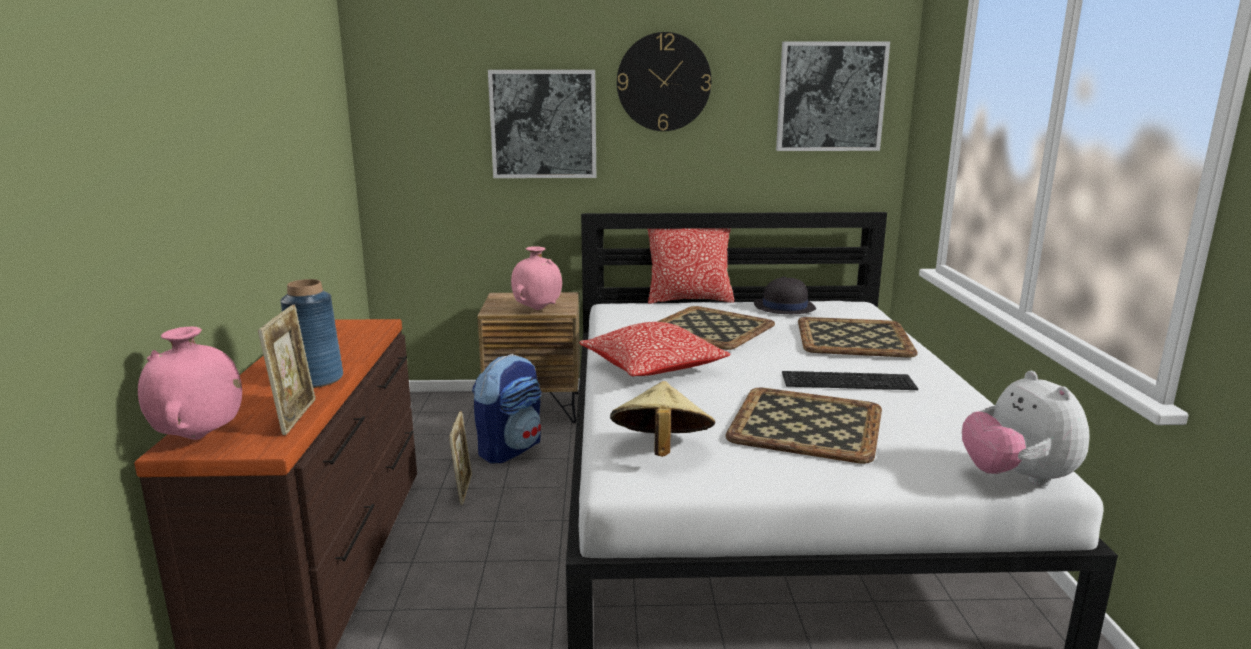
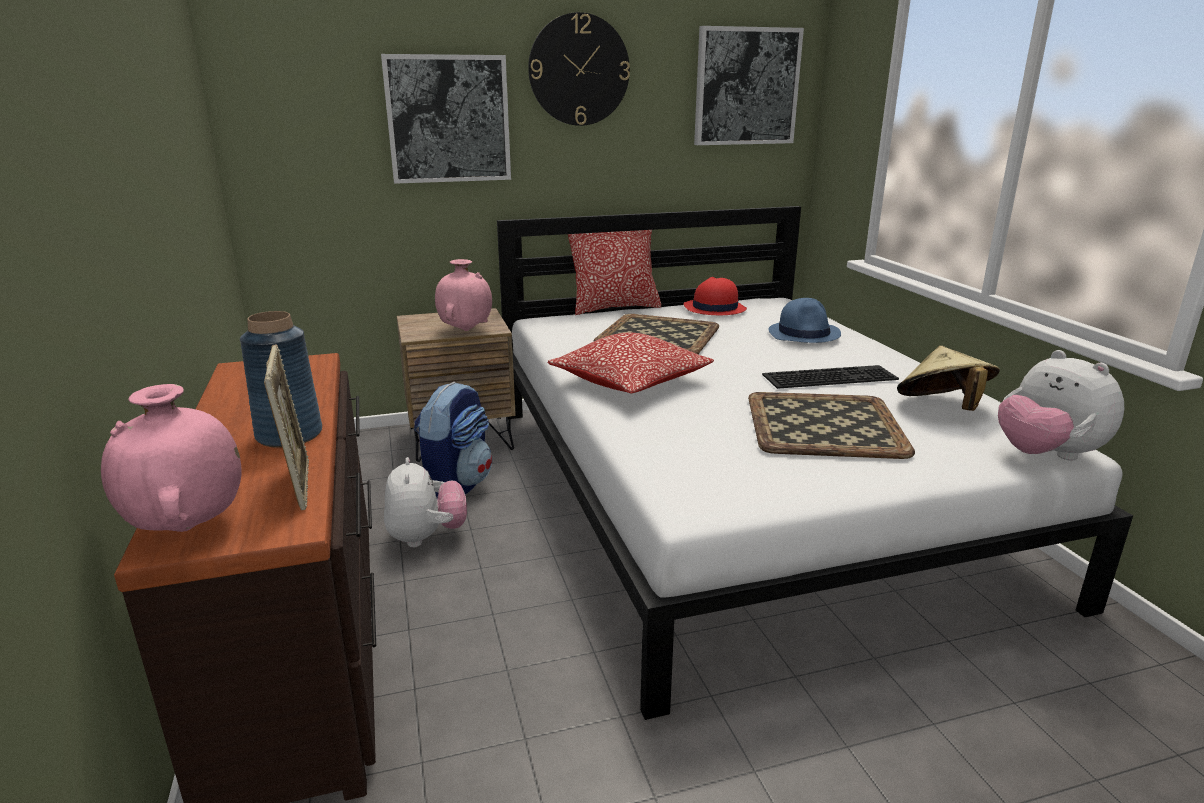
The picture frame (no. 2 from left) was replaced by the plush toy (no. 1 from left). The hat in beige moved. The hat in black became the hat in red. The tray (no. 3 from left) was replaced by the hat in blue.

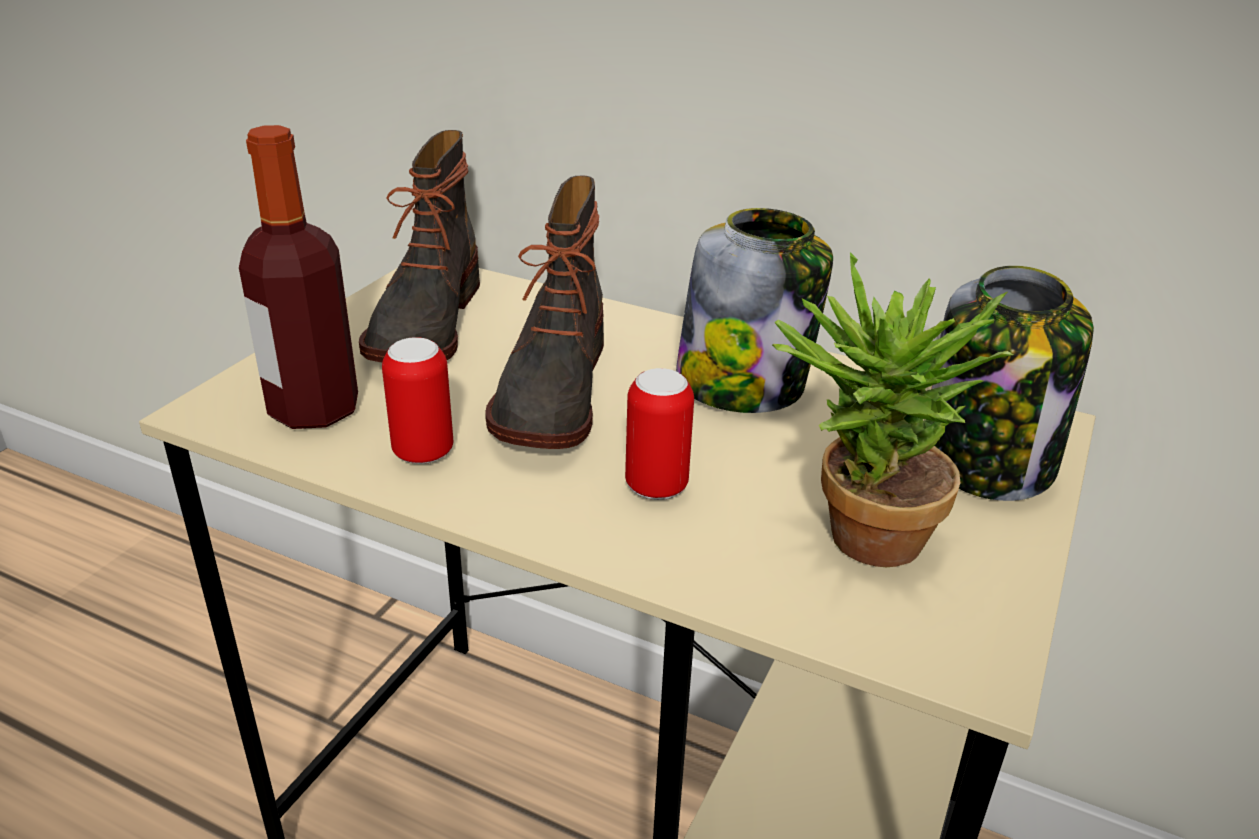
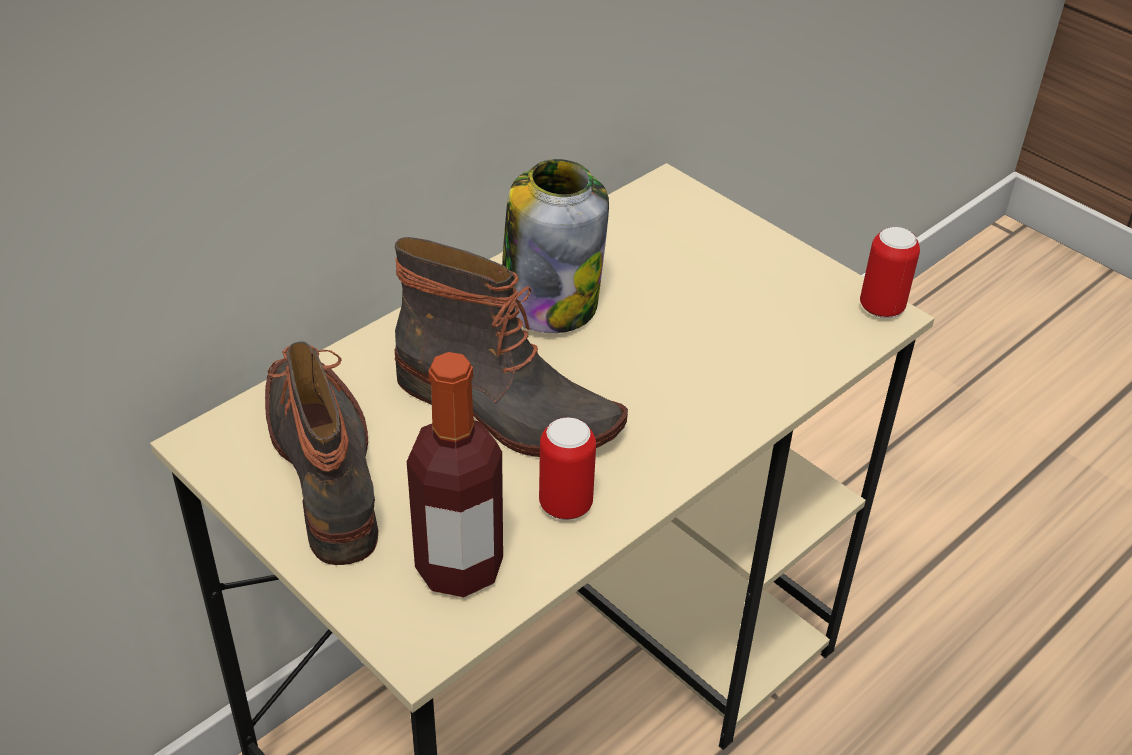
The boot (no. 1 from left) turned 135 degrees counterclockwise. The can (no. 2 from left) moved. The potted plant disappeared. The jar (no. 2 from left) disappeared.

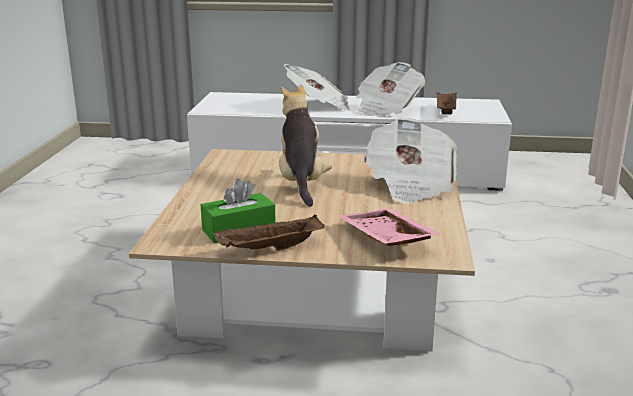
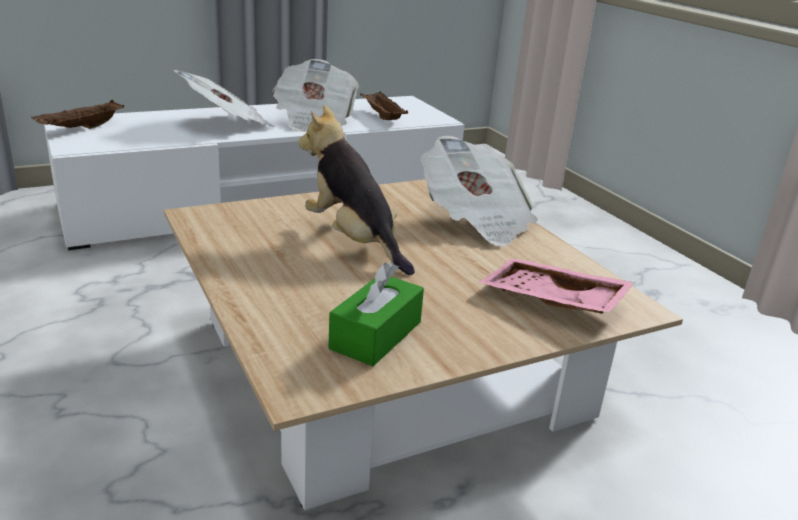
The tray in brown (no. 1 from left) moved.

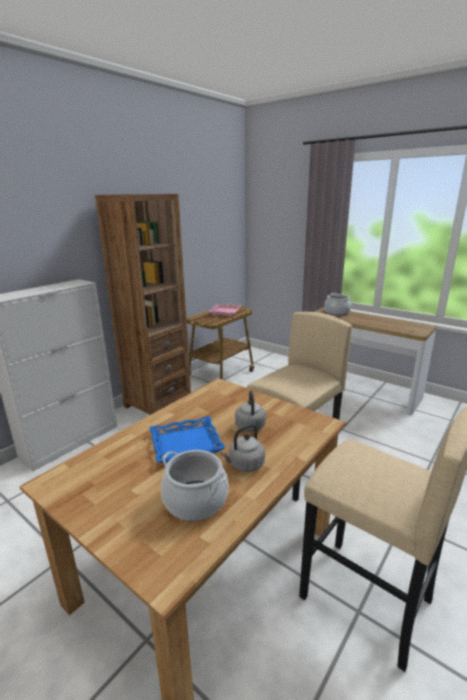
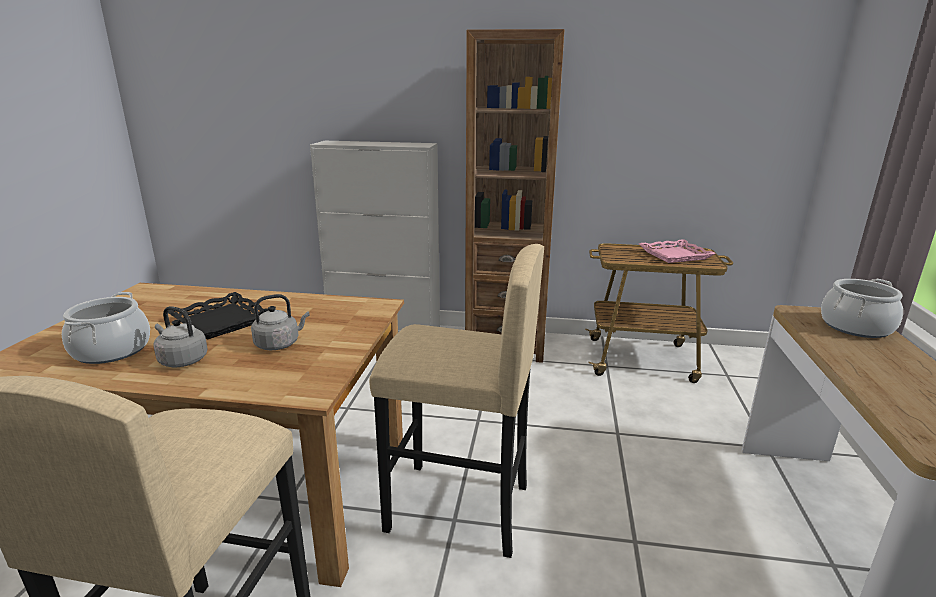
The tray in blue became the tray in black.

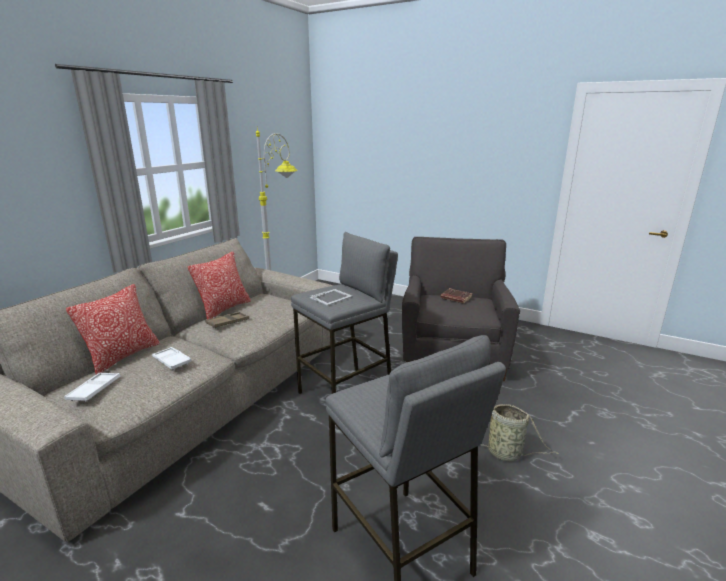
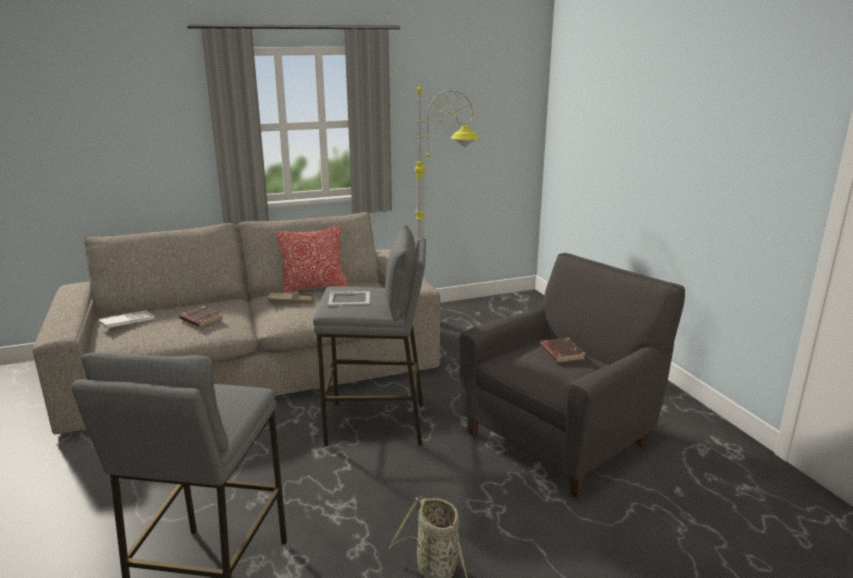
The pillow (no. 1 from left) disappeared. The tray in white (no. 2 from left) was replaced by the book in brown (no. 1 from left).

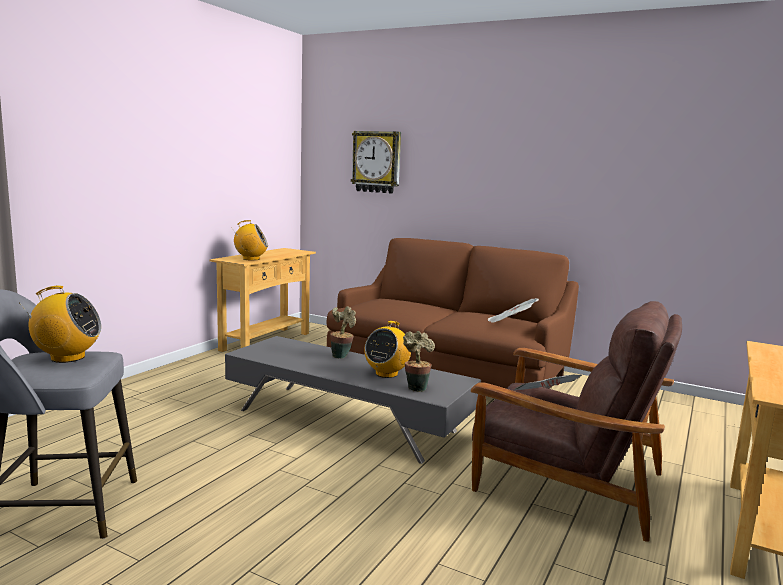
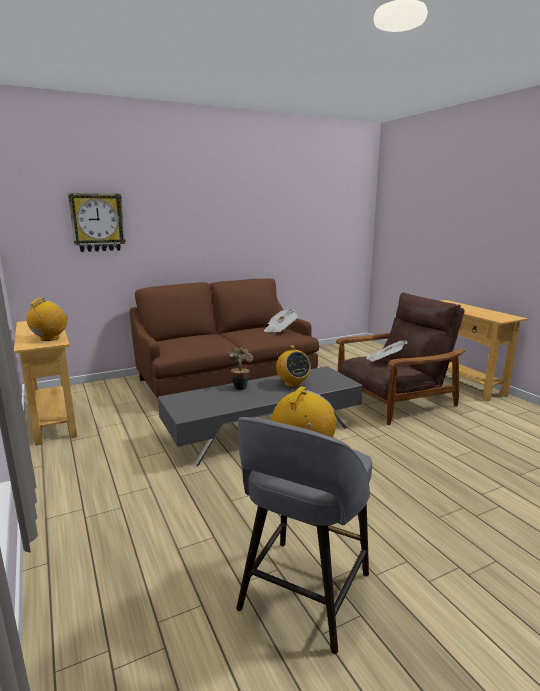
The potted plant (no. 2 from left) disappeared.

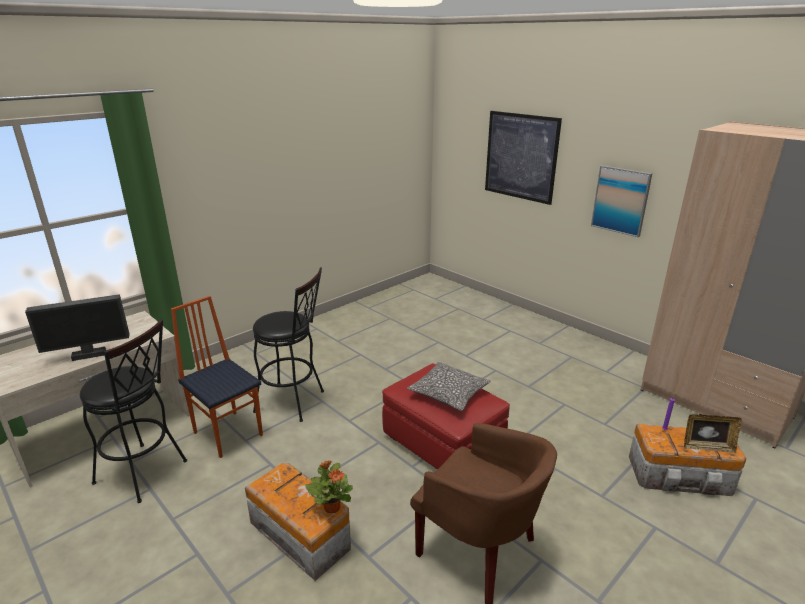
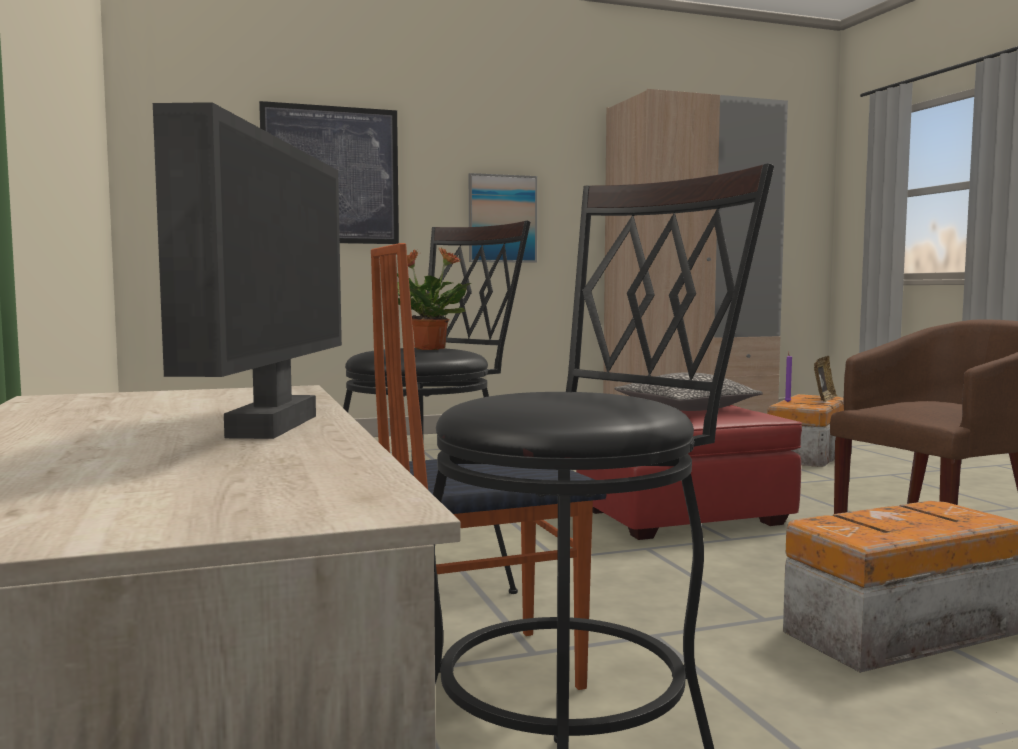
The potted plant moved.

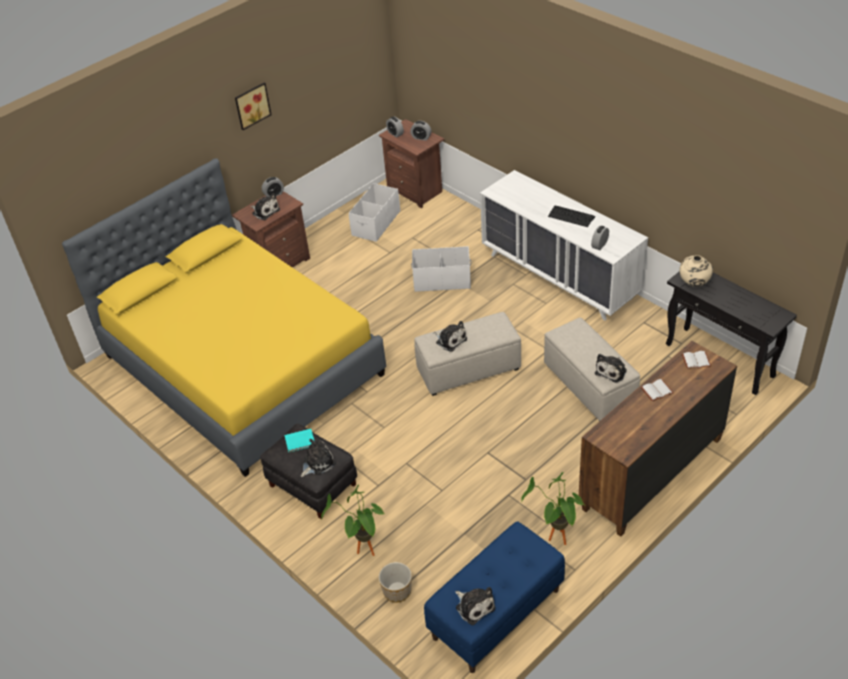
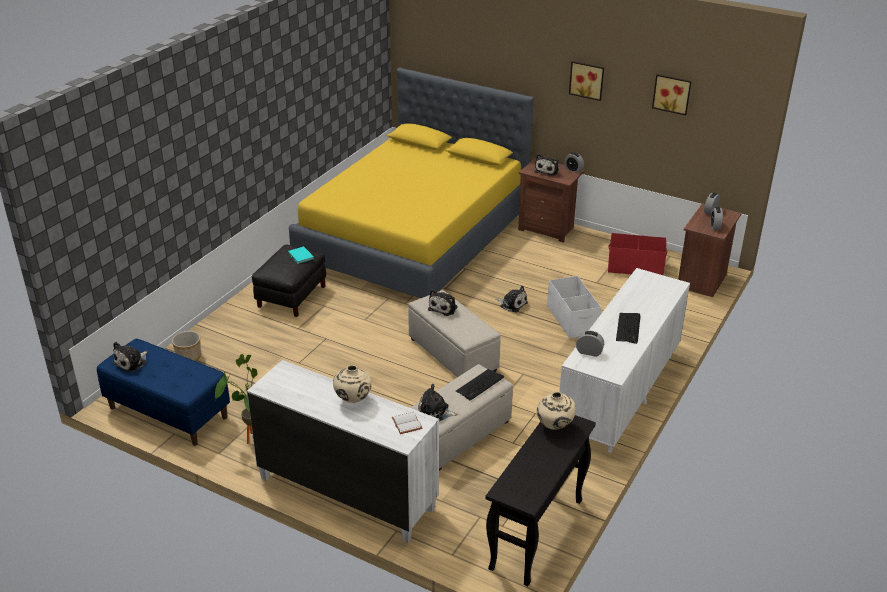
The plush toy (no. 2 from left in the first image) moved. The potted plant (no. 1 from left) disappeared. The storage box in white (no. 1 from left) became the storage box in red. The dresser in brown became the dresser in white (no. 1 from left). The book in white (no. 1 from left) was replaced by the vase in beige (no. 1 from left). The keyboard (no. 1 from left) appeared. The picture (no. 2 from left) appeared.

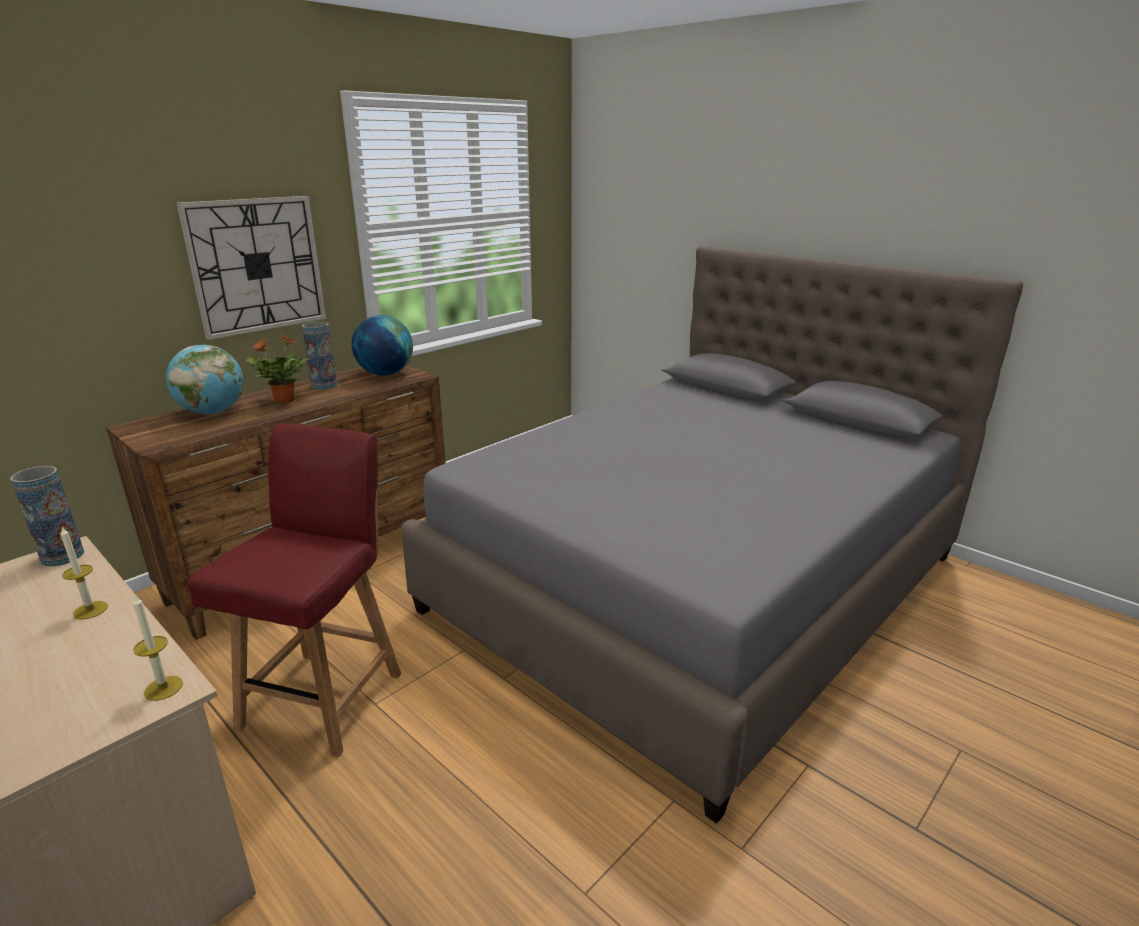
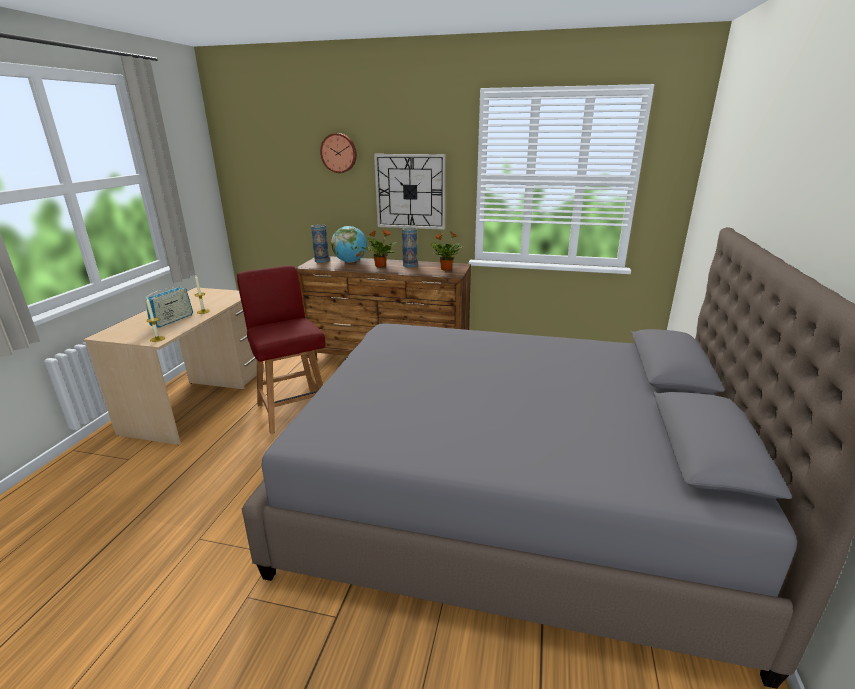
The vase (no. 1 from left) moved. The chair in red turned 105 degrees counterclockwise. The globe (no. 2 from left) was replaced by the potted plant (no. 2 from left). The radio appeared. The wall clock (no. 1 from left) appeared.

